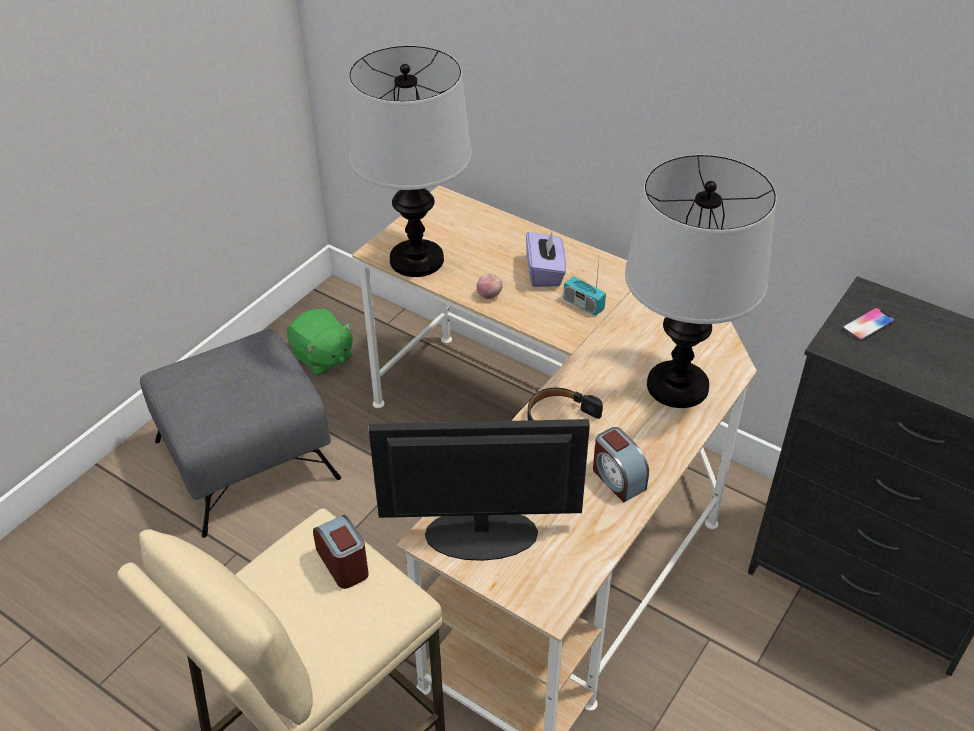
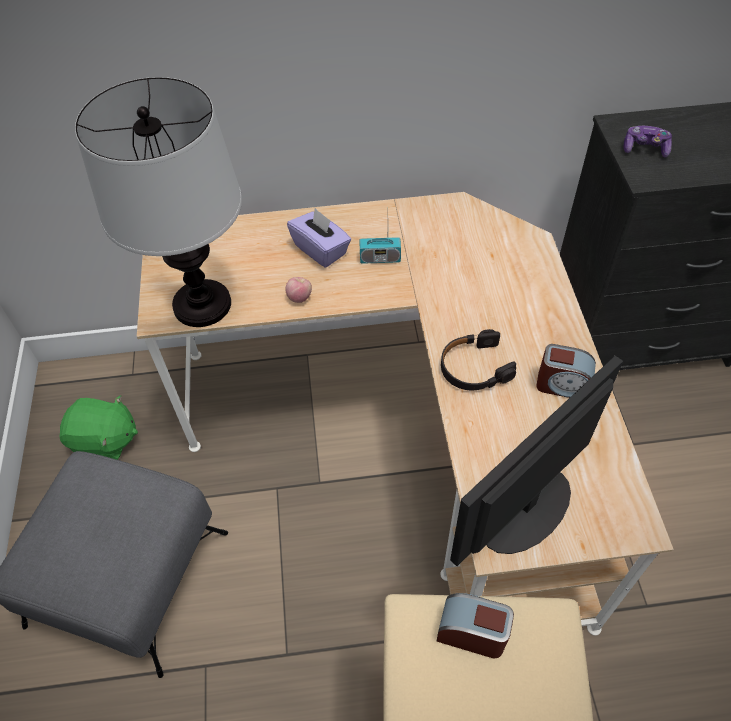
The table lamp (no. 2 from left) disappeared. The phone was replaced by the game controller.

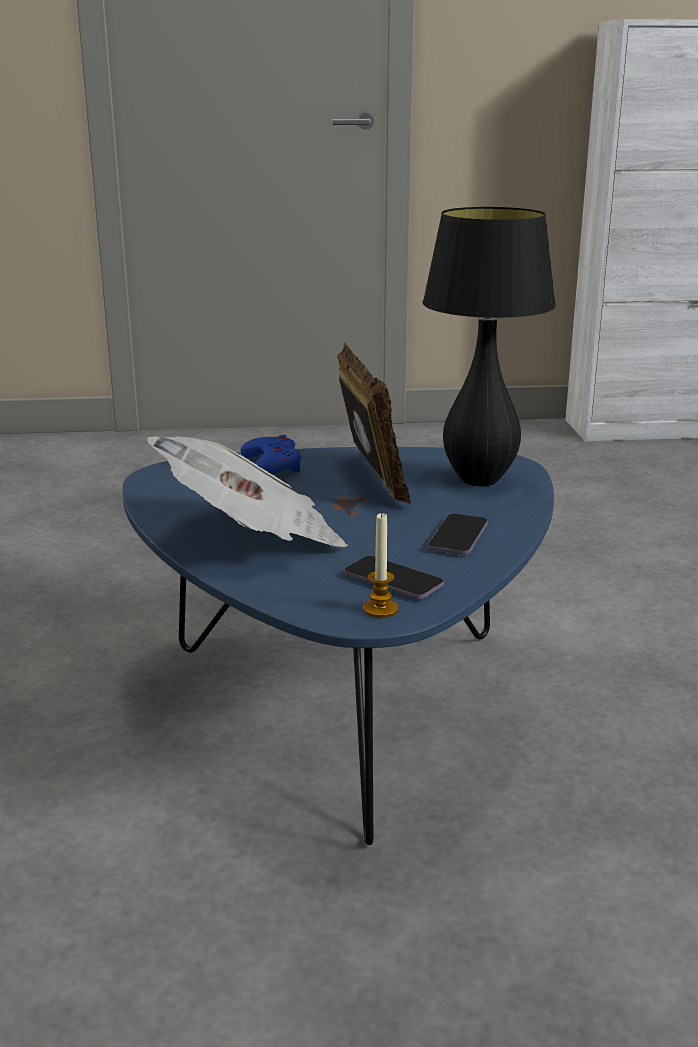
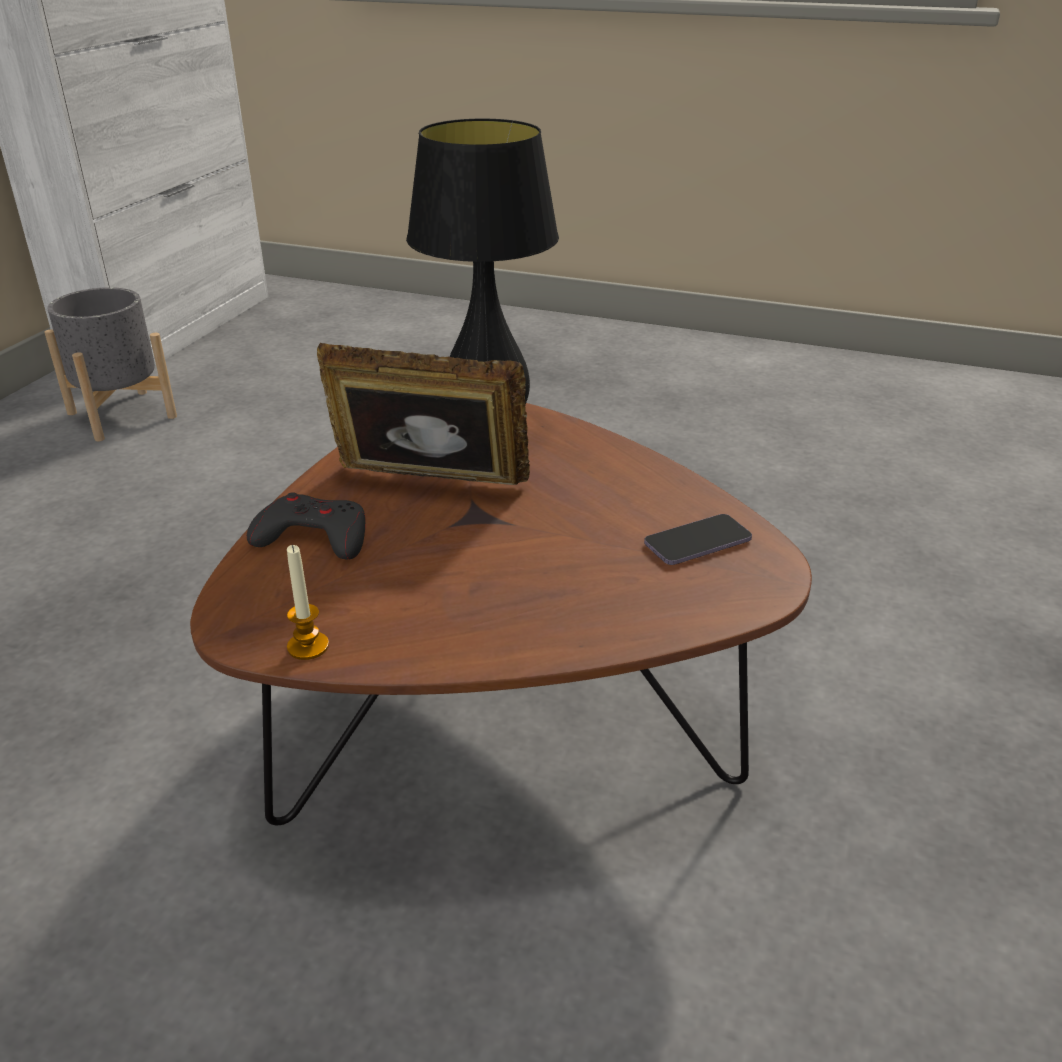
The coffee table in blue became the coffee table in brown. The newspaper disappeared. The game controller in blue became the game controller in grey. The candle moved. The phone (no. 2 from left) disappeared. The planter in grey appeared.

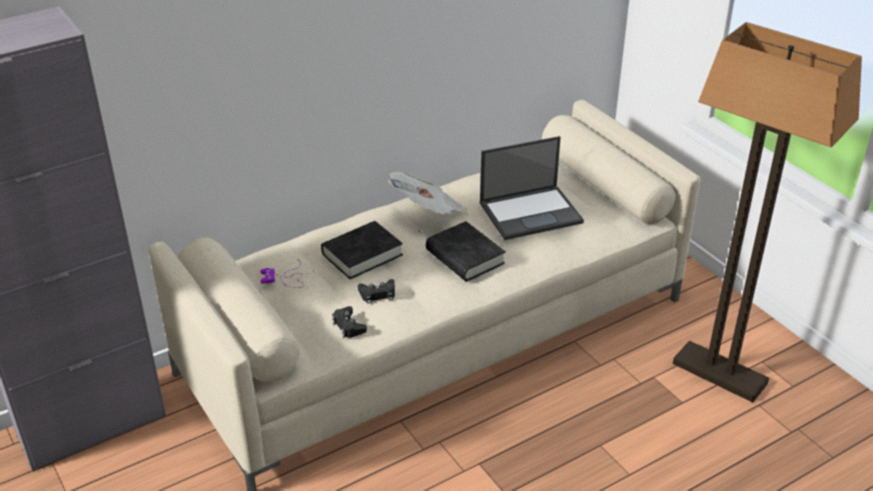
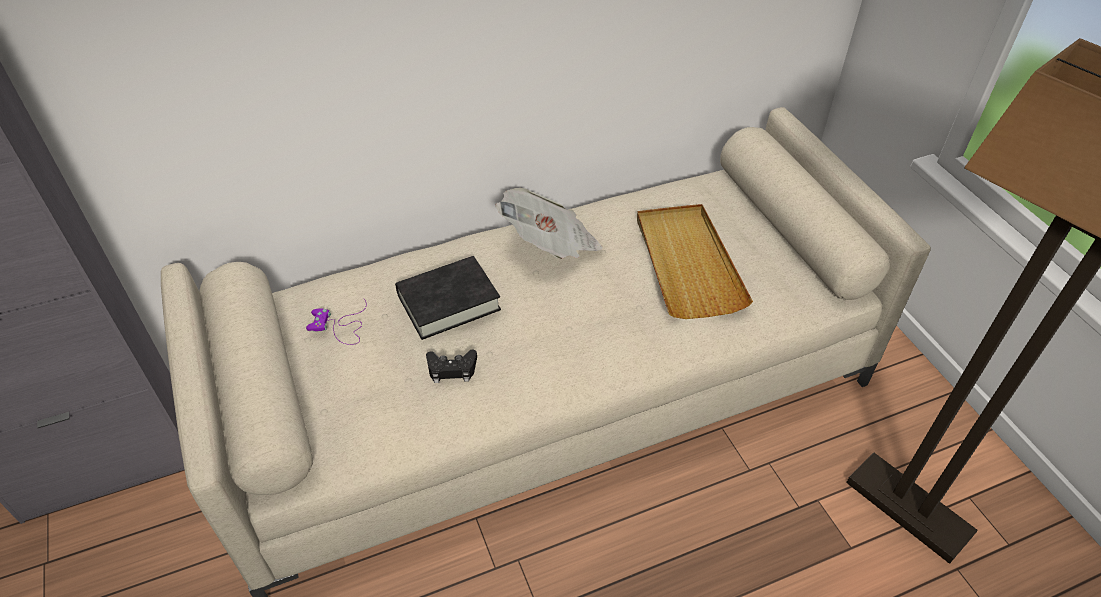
The game controller in black (no. 1 from left) disappeared. The book in black (no. 2 from left) disappeared. The laptop was replaced by the tray in beige.

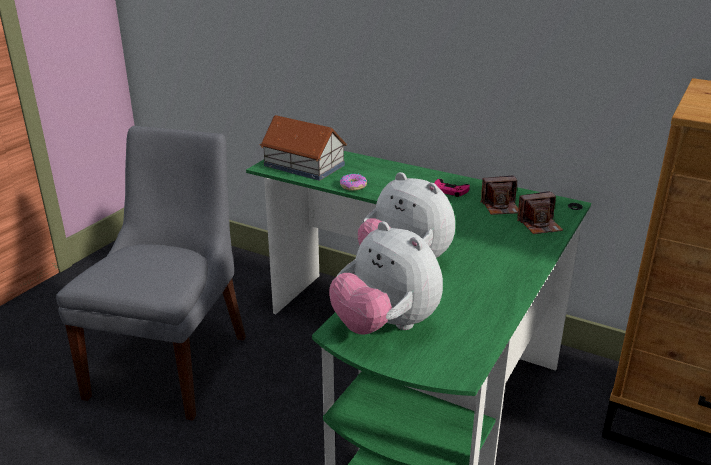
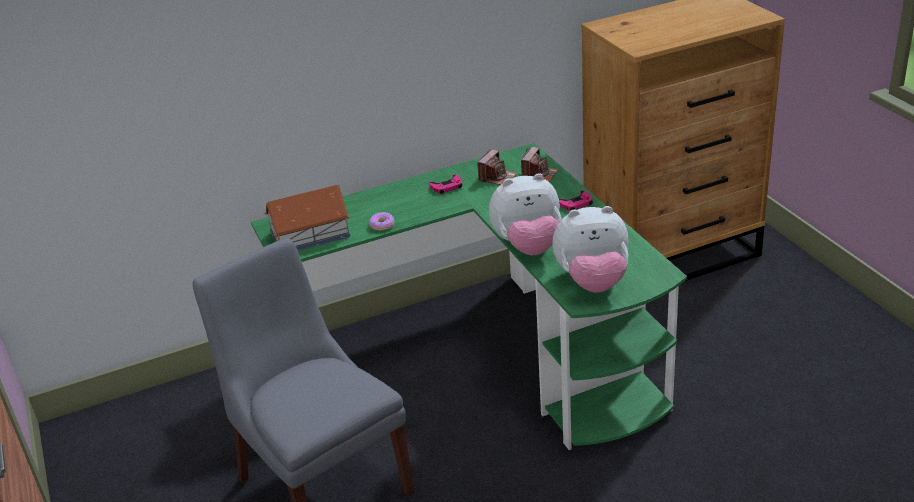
The game controller in pink (no. 2 from left) appeared.

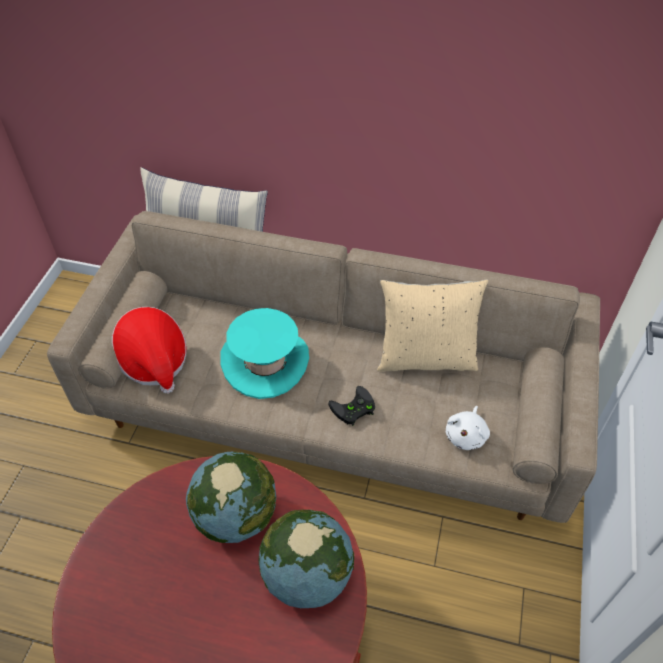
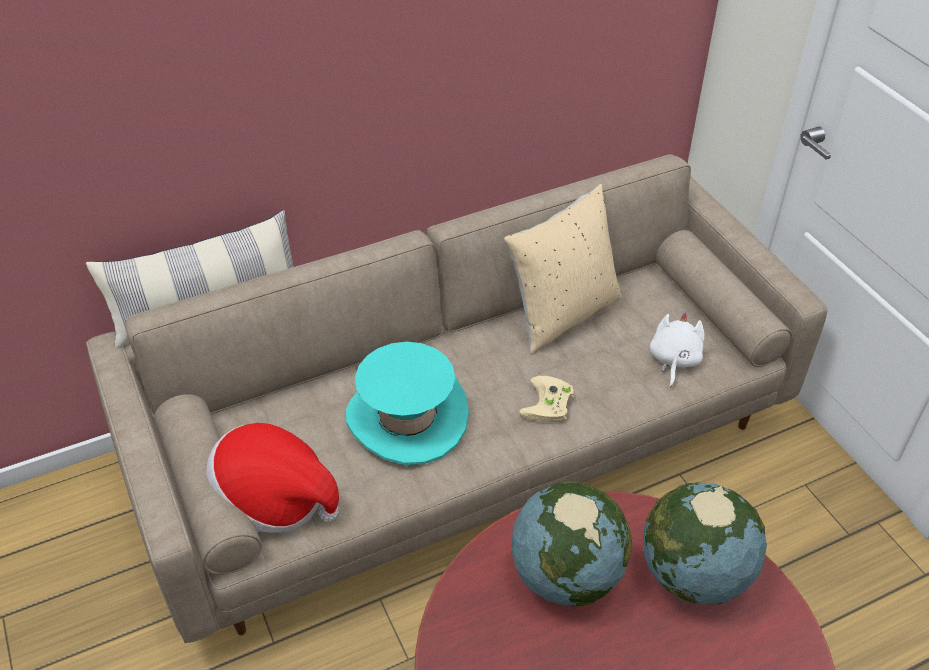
The game controller in black became the game controller in beige. The plush toy in white turned 150 degrees counterclockwise.

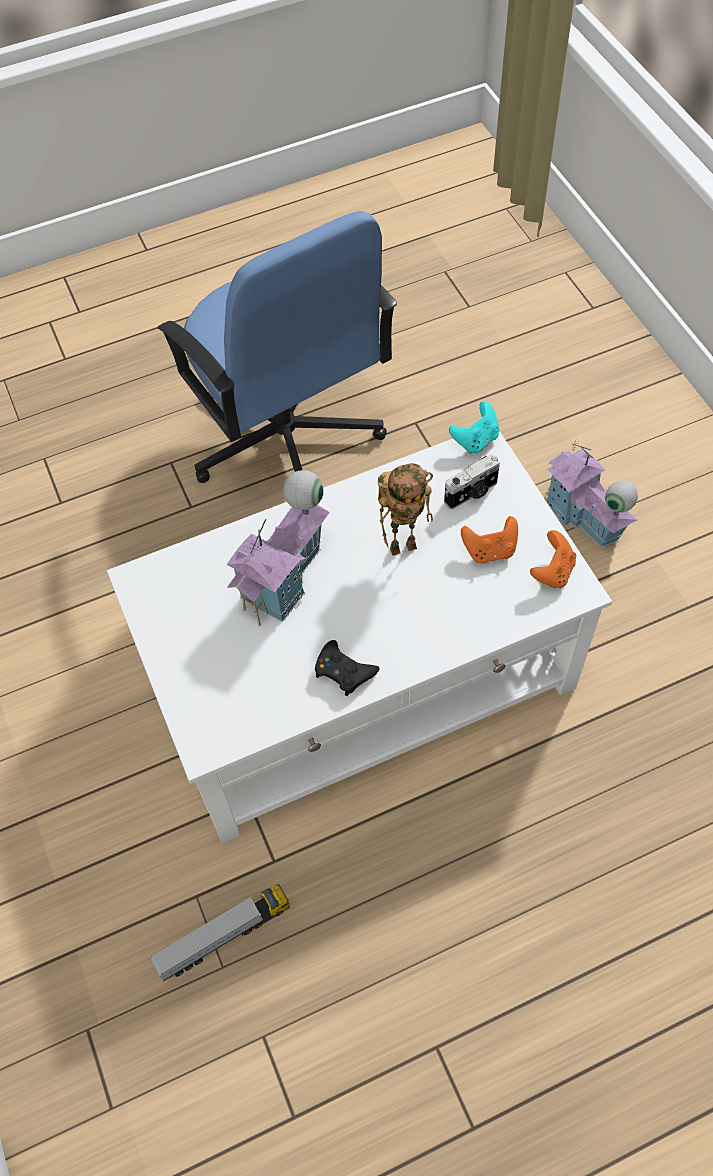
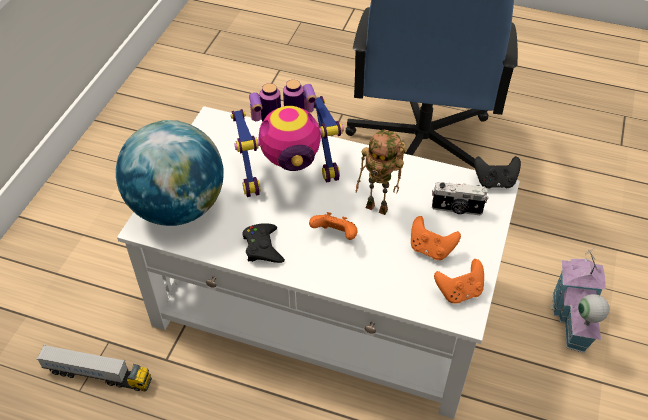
The toy house (no. 1 from left) was replaced by the toy robot (no. 1 from left). The game controller in turquoise became the game controller in black (no. 2 from left). The globe appeared. The game controller in orange (no. 1 from left) appeared.

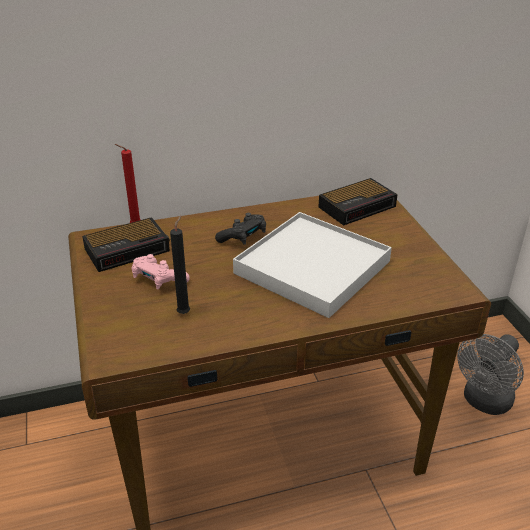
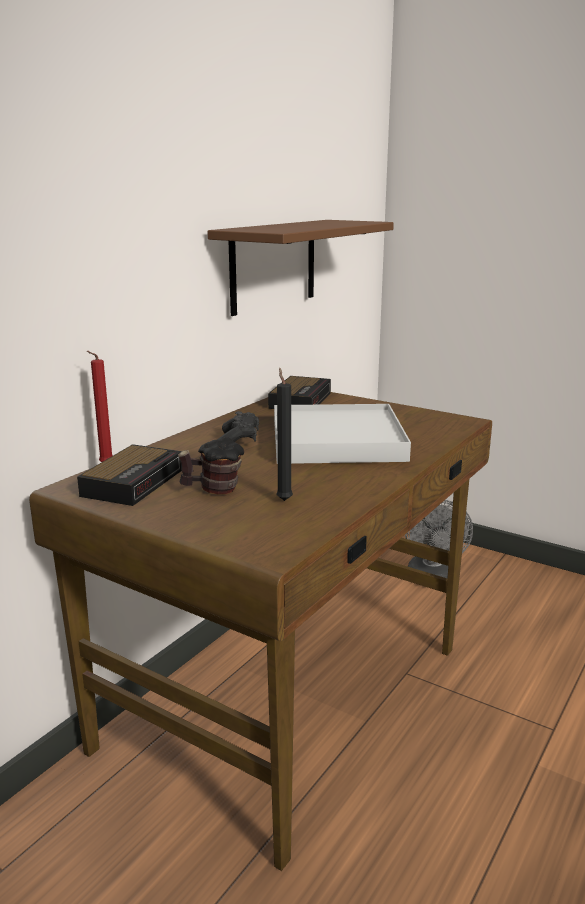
The game controller in pink was replaced by the mug. The shelf in brown appeared.

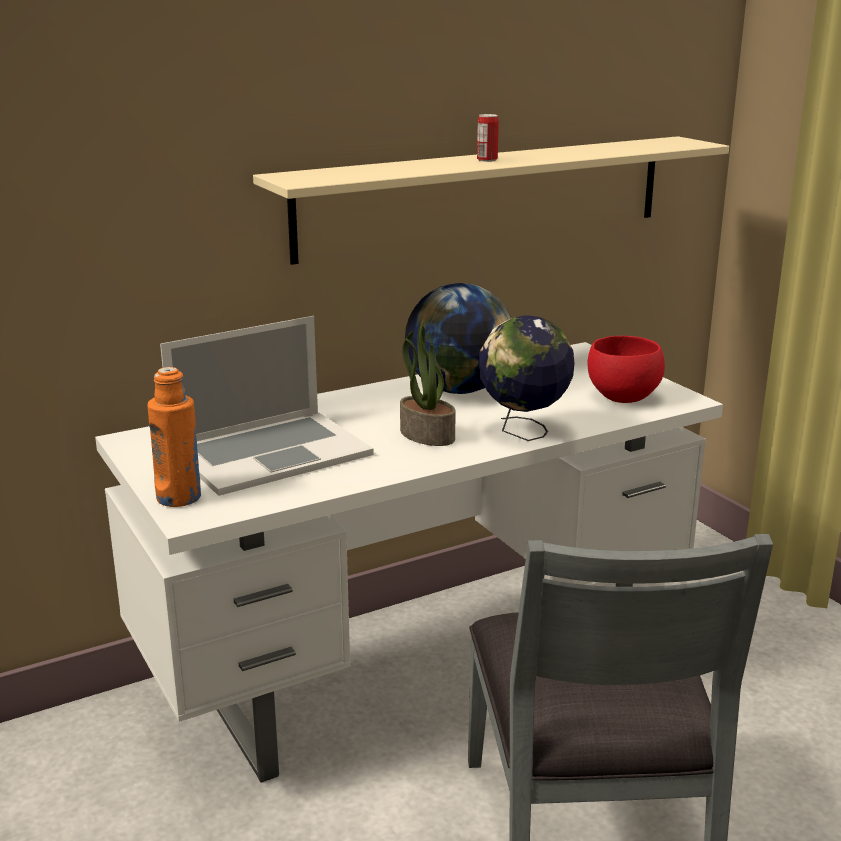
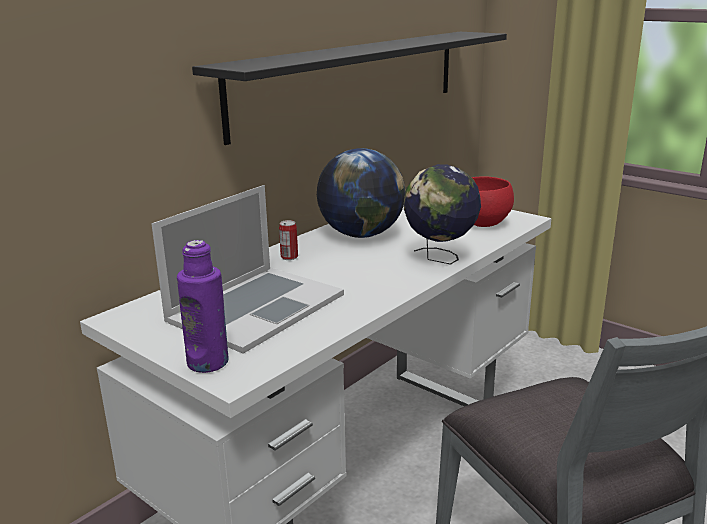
The bottle in orange became the bottle in purple. The shelf in beige became the shelf in black. The potted plant disappeared. The can moved.

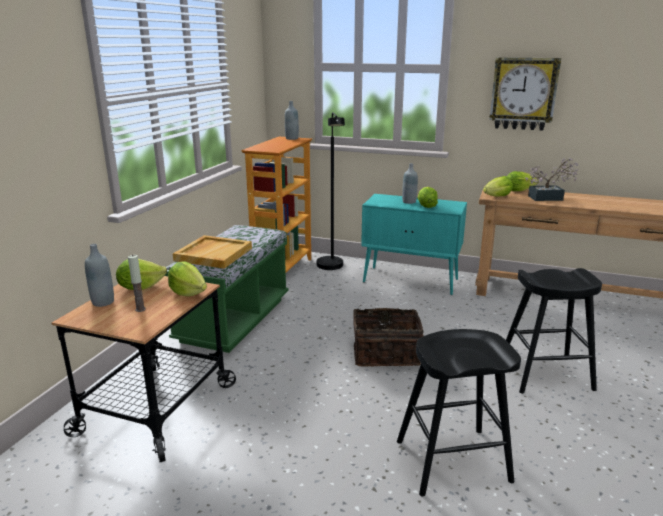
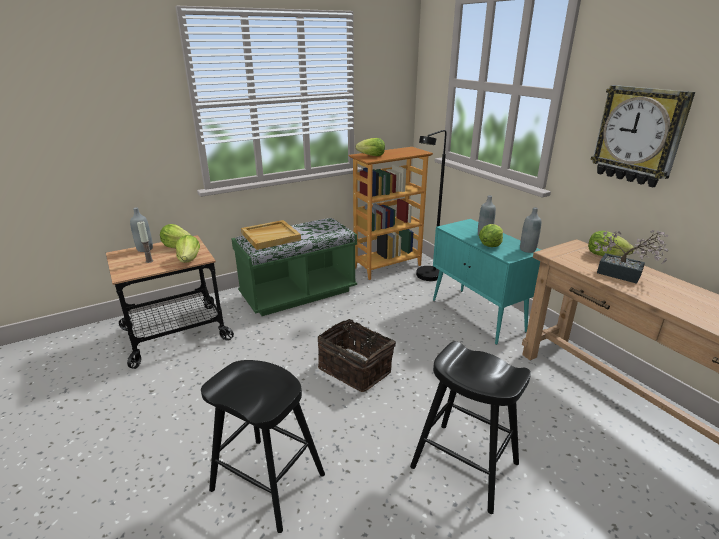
The bottle in grey (no. 2 from left in the first image) moved. The lettuce (no. 4 from left in the first image) moved.

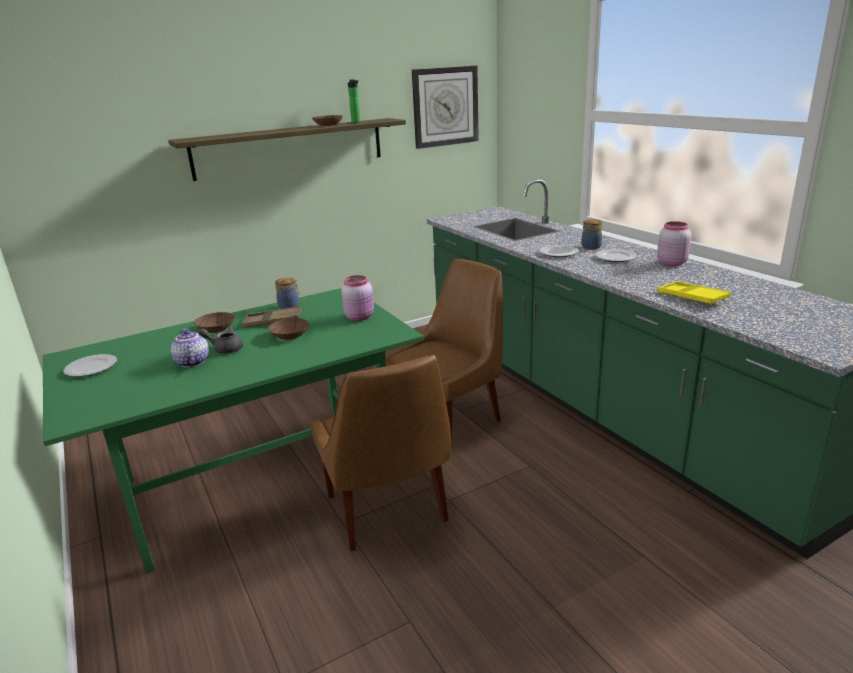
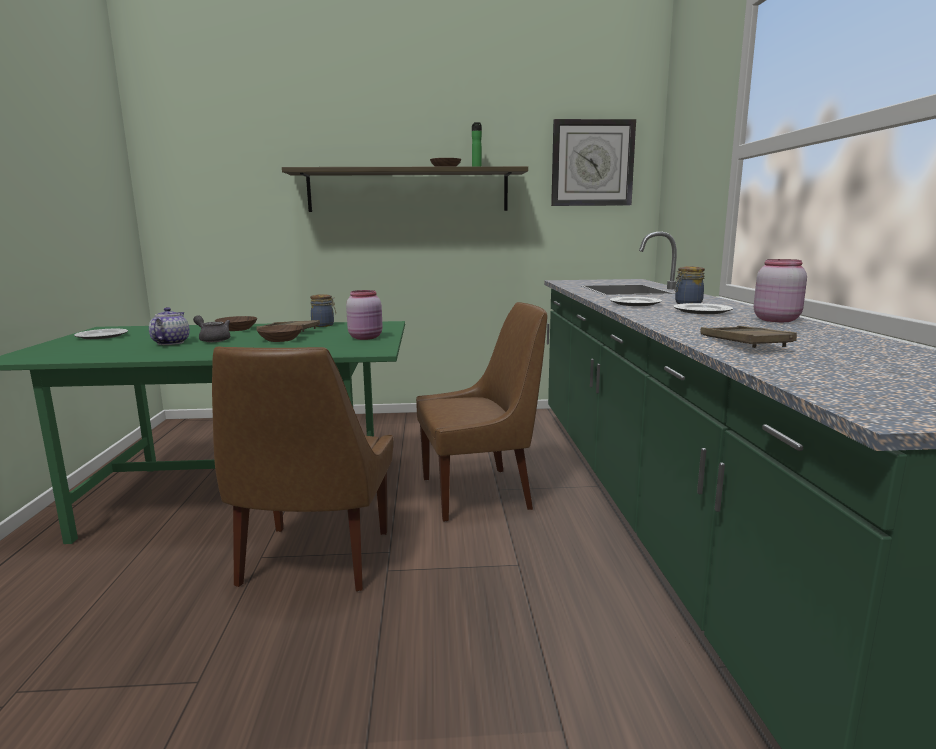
The tray in yellow became the tray in brown (no. 2 from left).

